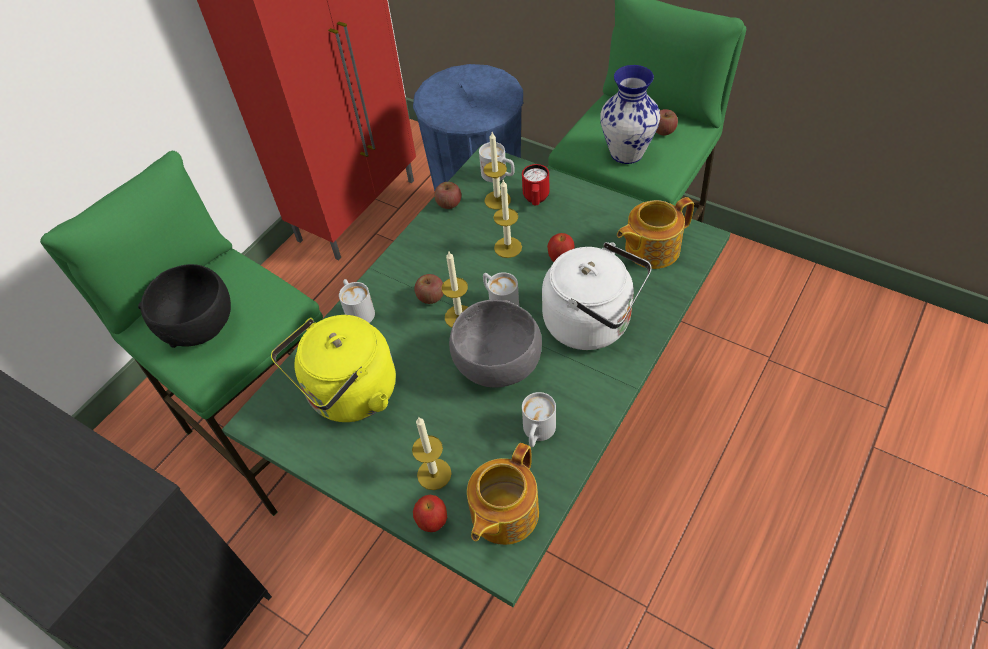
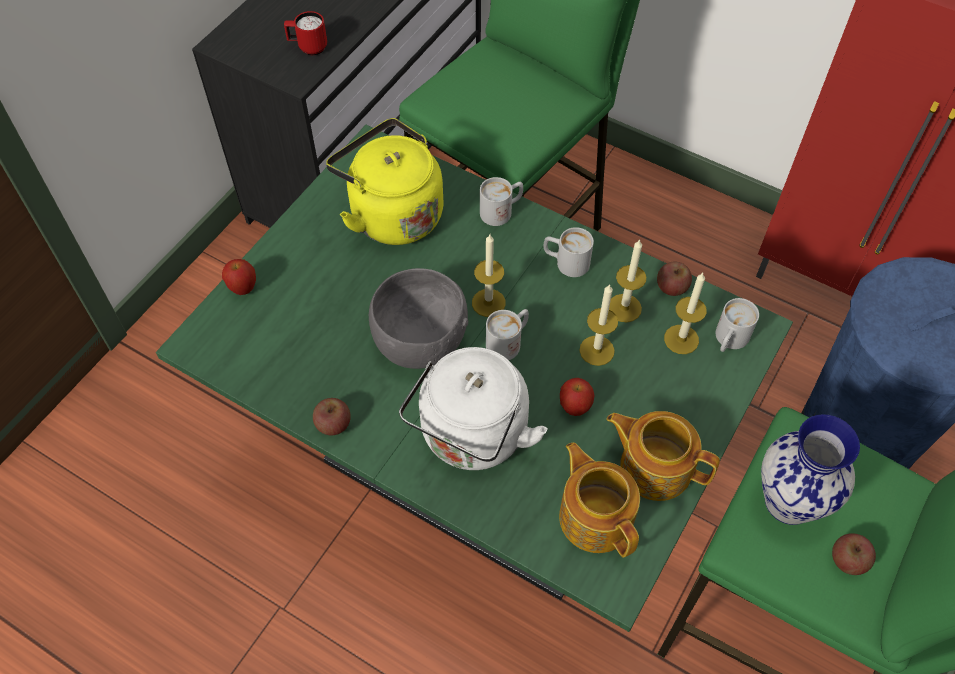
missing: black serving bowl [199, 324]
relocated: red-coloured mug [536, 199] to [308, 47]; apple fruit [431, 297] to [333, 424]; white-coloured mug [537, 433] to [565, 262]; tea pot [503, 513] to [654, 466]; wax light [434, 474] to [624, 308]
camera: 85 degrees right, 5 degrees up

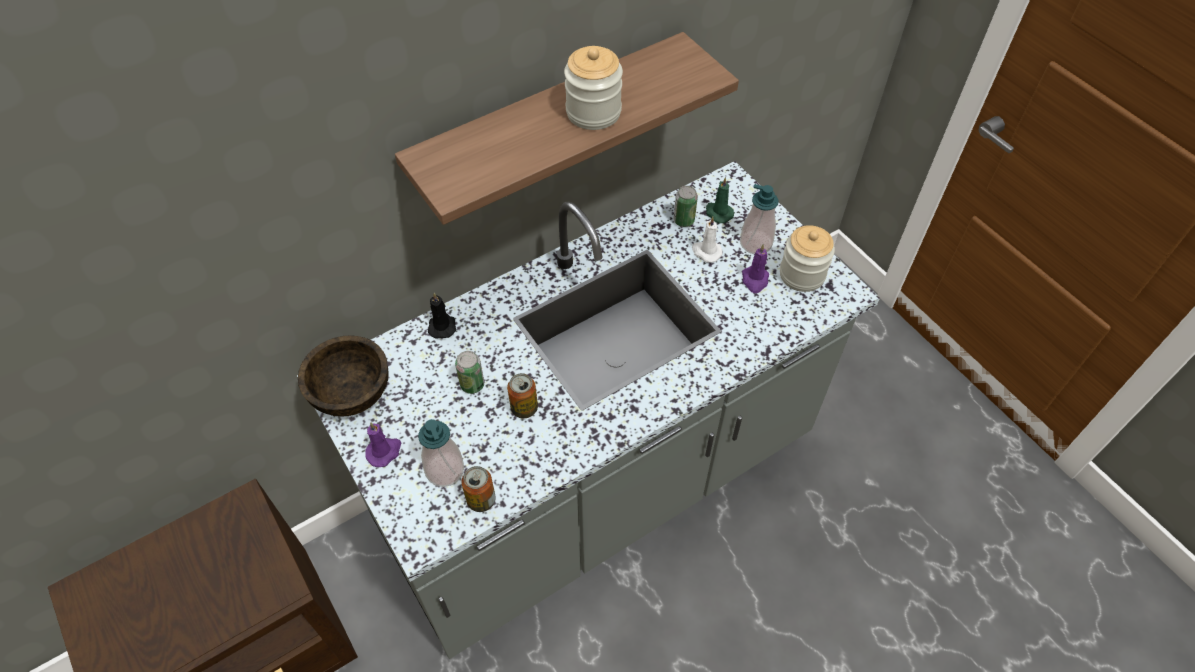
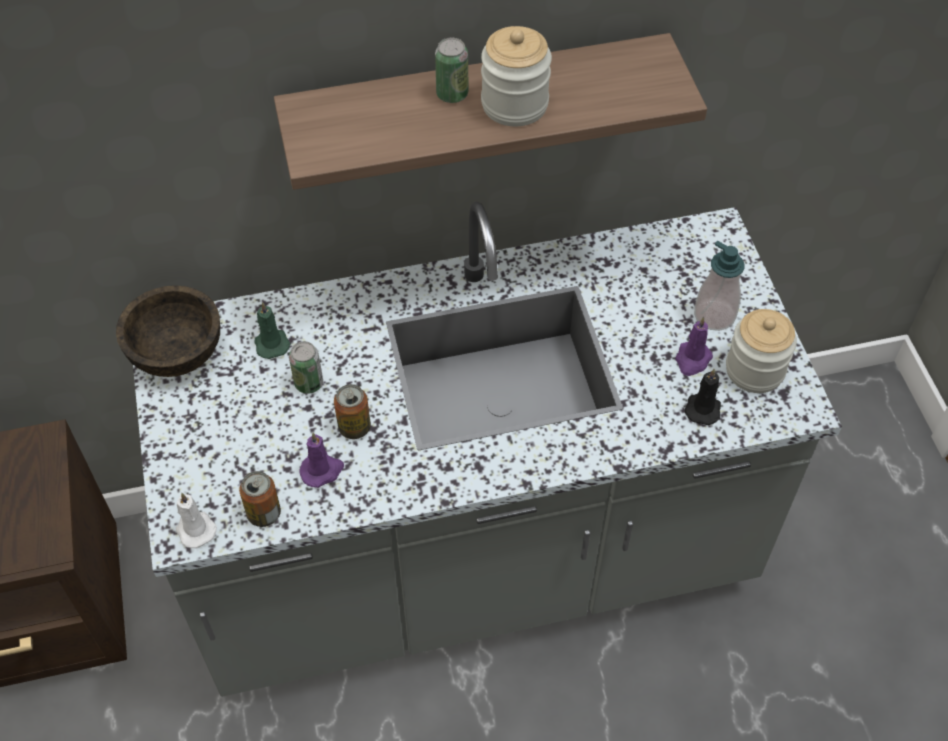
missing: soap dispenser [445, 470]
relocated: white-coloured wax light [706, 252] to [195, 528]; green wax light [718, 213] to [271, 343]; purplish wax light [384, 451] to [322, 470]; metal can [683, 220] to [452, 94]; black wax light [442, 326] to [703, 408]
camera: 20 degrees right, 0 degrees up

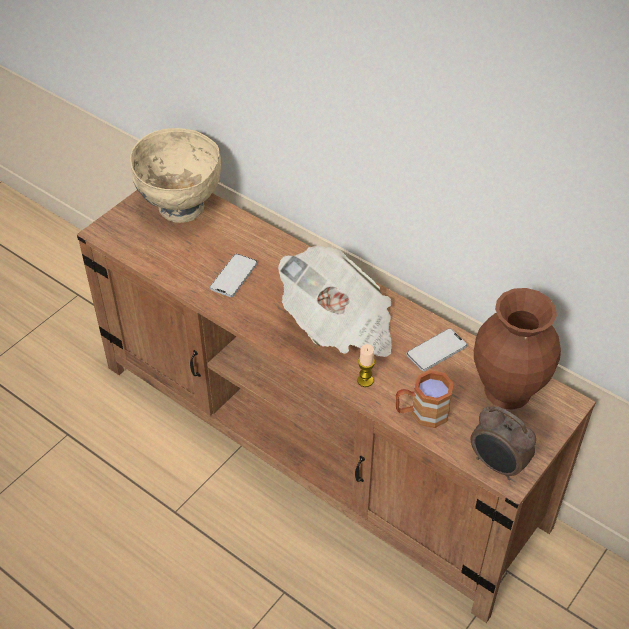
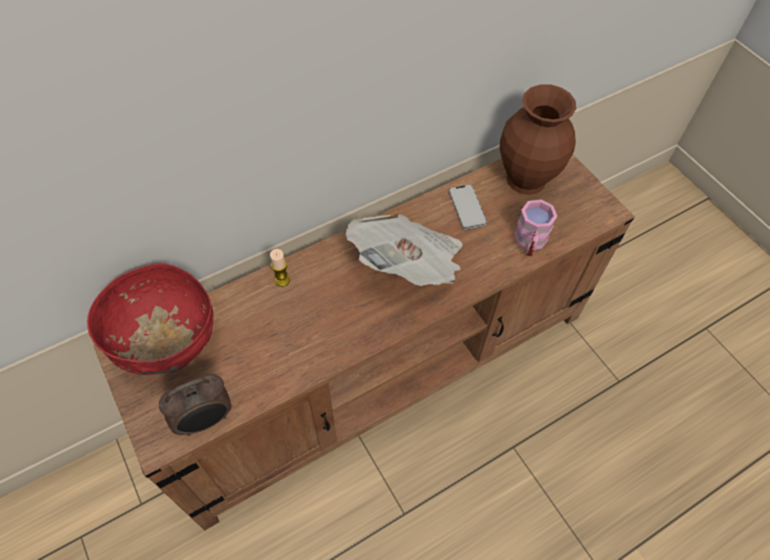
missing: telephone [234, 276]
relocated: bedside clock [497, 465] to [206, 420]; wax light [365, 380] to [282, 280]
colour: beige-coloured serving bowl [180, 208] to red-coloured serving bowl [171, 350]; brown mug [421, 413] to pink mug [530, 242]
camera: 70 degrees left, 10 degrees up

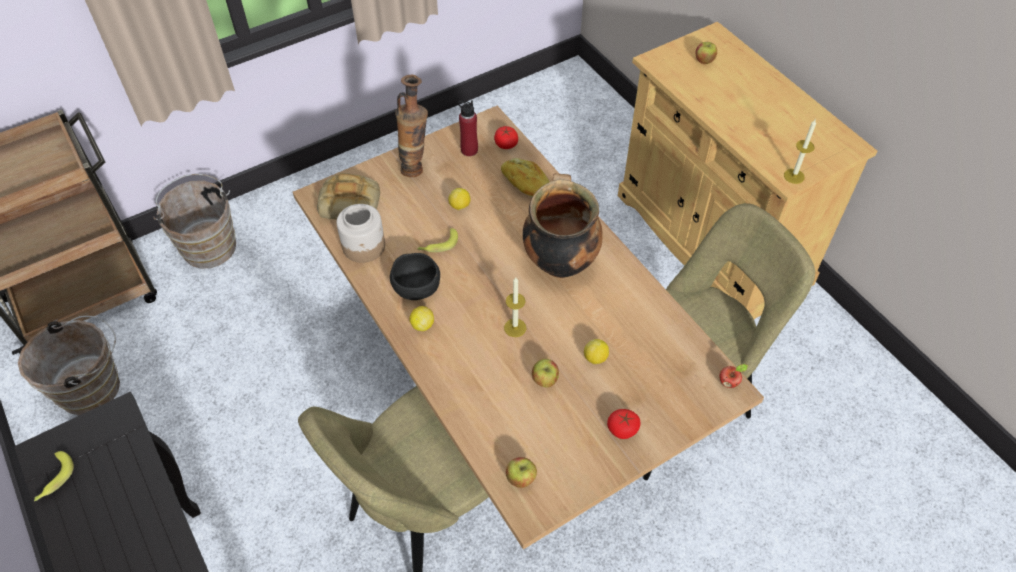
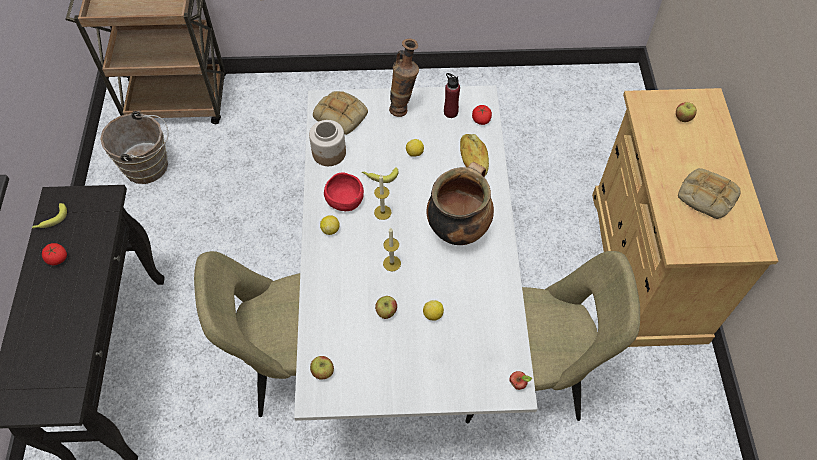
missing: brown pail [208, 244]
appeared: bakery bread [705, 196]
relocated: fresh tomato [622, 429] to [57, 258]; wax light [794, 176] to [382, 212]
colour: brown dinner table [507, 395] to white-coloured dinner table [408, 308]; black serving bowl [417, 287] to red-coloured serving bowl [345, 200]
camera: 30 degrees right, 5 degrees up

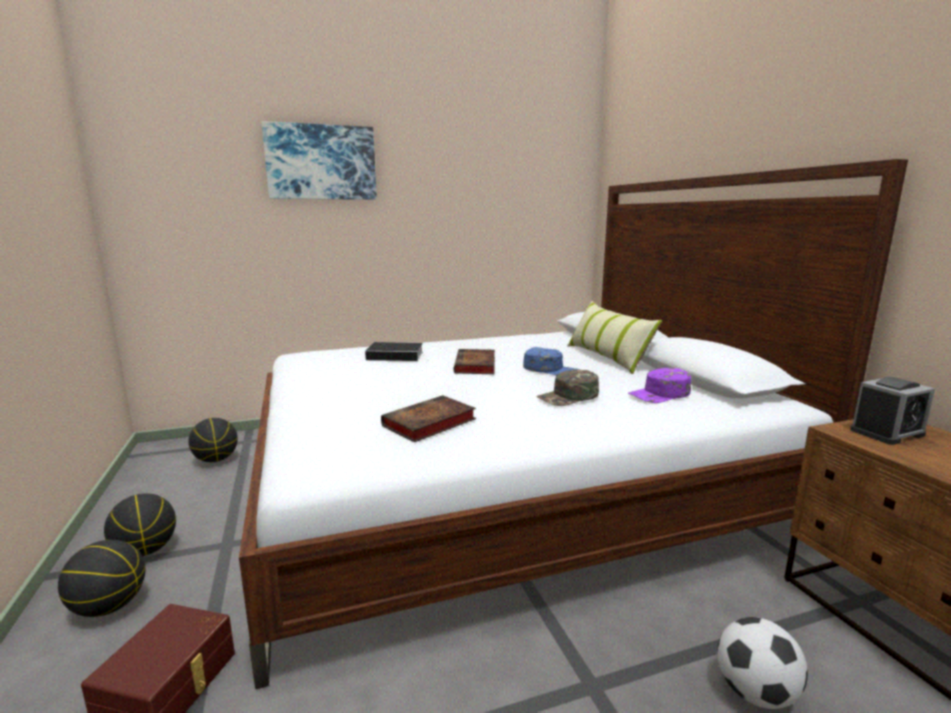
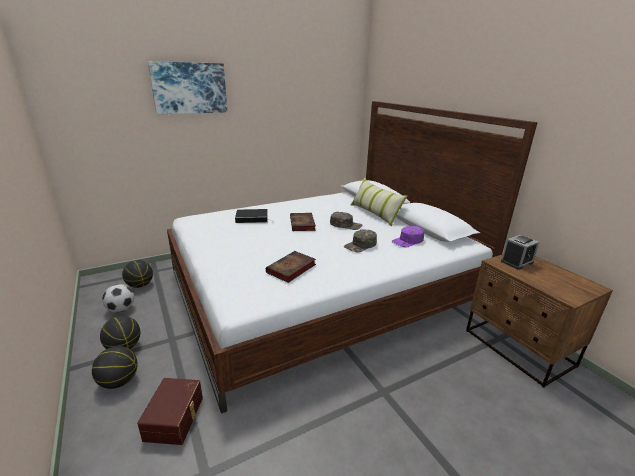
relocated: football ball [755, 693] to [121, 309]
colour: bluish cap [551, 369] to green cap [346, 225]
camera: 10 degrees left, 10 degrees up

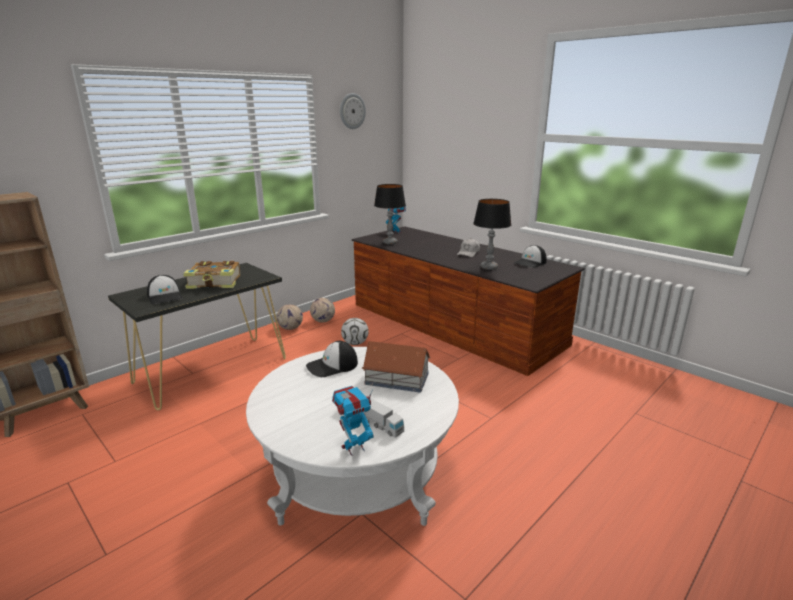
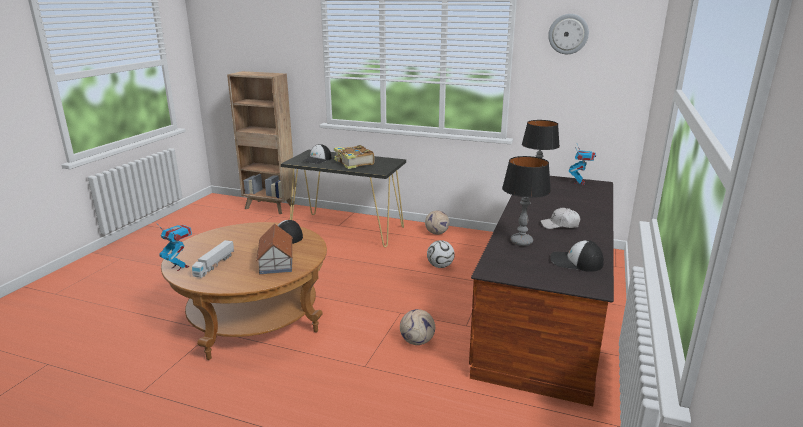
relocated: football ball [323, 321] to [417, 341]
colour: white-coloured low table [357, 473] to brown low table [254, 318]
camera: 65 degrees right, 0 degrees up

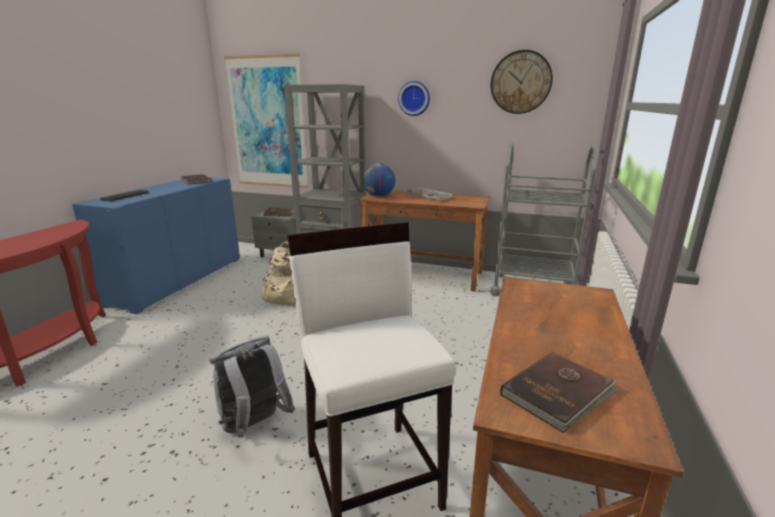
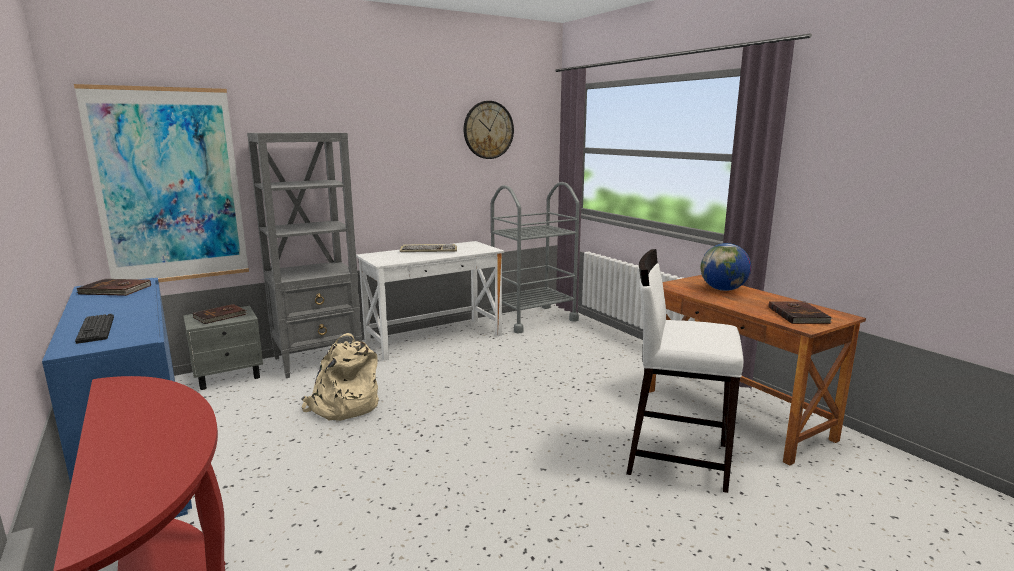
missing: gray backpack [254, 426]; hanging clock [414, 98]
relocated: world globe [379, 196] to [723, 290]
colour: brown desk table [423, 274] to white-coloured desk table [434, 338]
camera: 50 degrees left, 5 degrees down

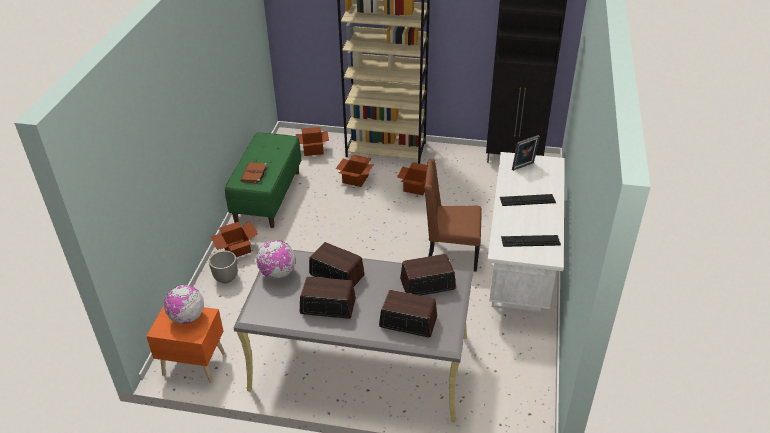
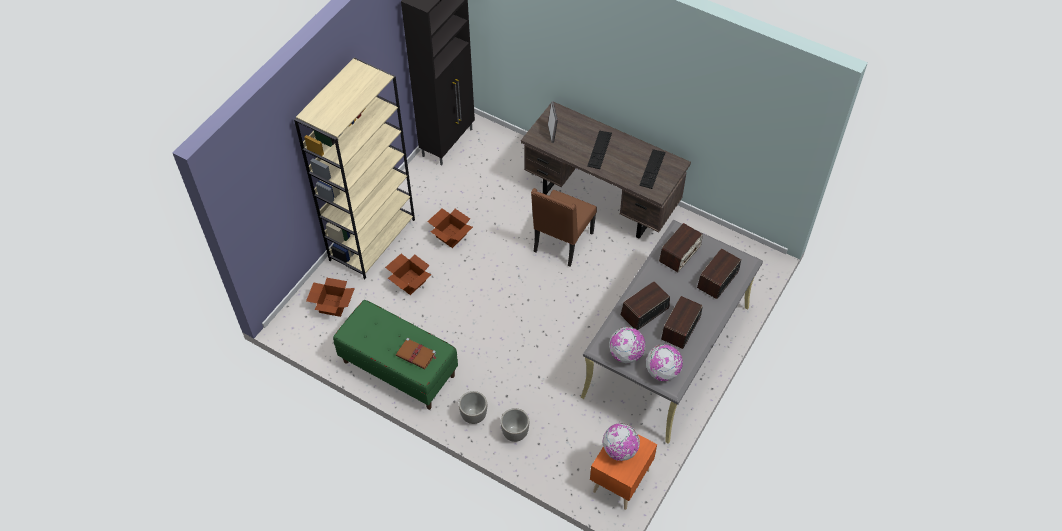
appeared: world globe [662, 371]
exchanged: cardboard box [236, 249] to plant pot [473, 416]
colour: white-coloured desk table [520, 268] to brown desk table [602, 200]
spun: radio set [427, 284] = [680, 253] 150 degrees counterclockwise
camera: 70 degrees left, 15 degrees up

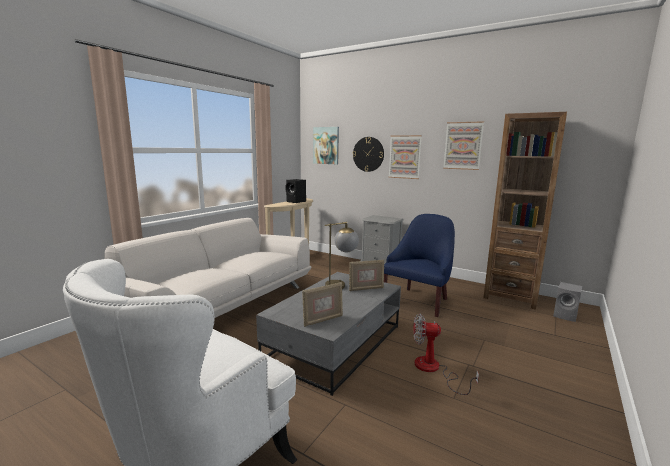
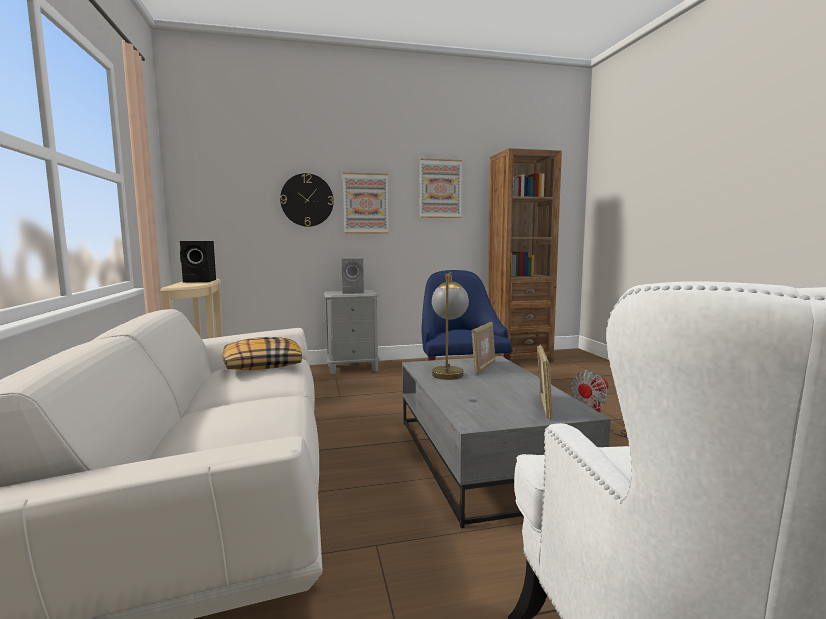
missing: wall art [326, 145]
appeared: cushion [262, 365]
relocated: gray loudspeaker [566, 316] to [354, 292]
camera: 45 degrees left, 5 degrees down

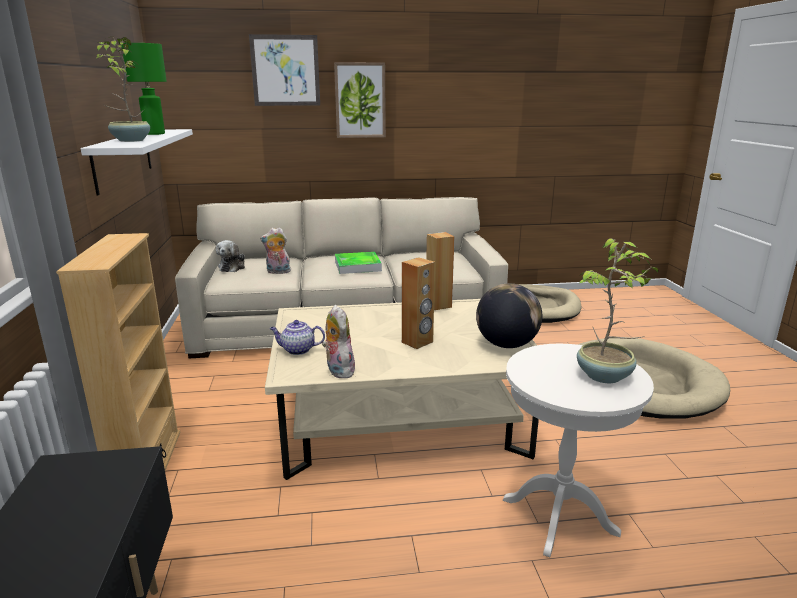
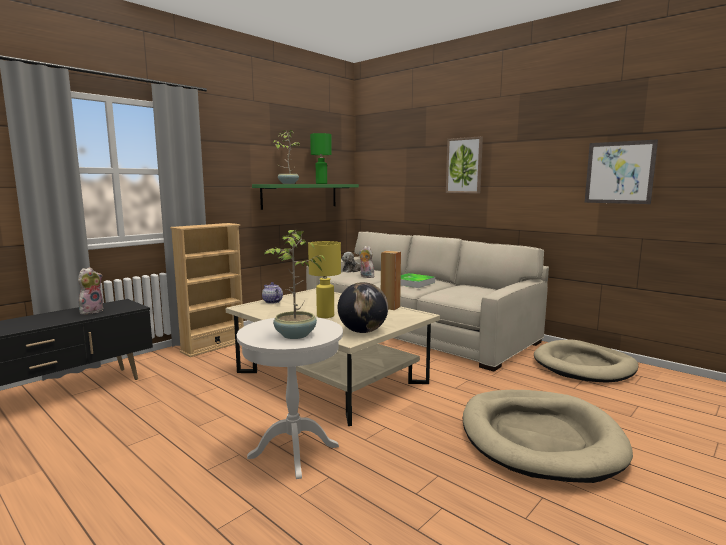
relocated: soft toy [338, 370] to [91, 311]; wall art [285, 70] to [619, 172]
exchanged: brown loudspeaker [417, 342] to yellow-coloured lamp for a table [326, 316]
colour: white-coloured wall shelf [123, 158] to green wall shelf [300, 196]
camera: 50 degrees right, 10 degrees down

